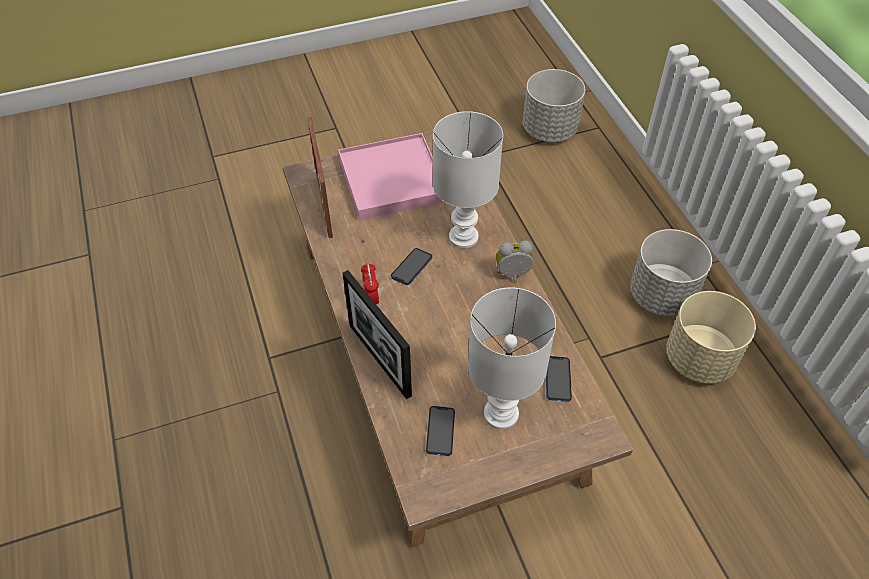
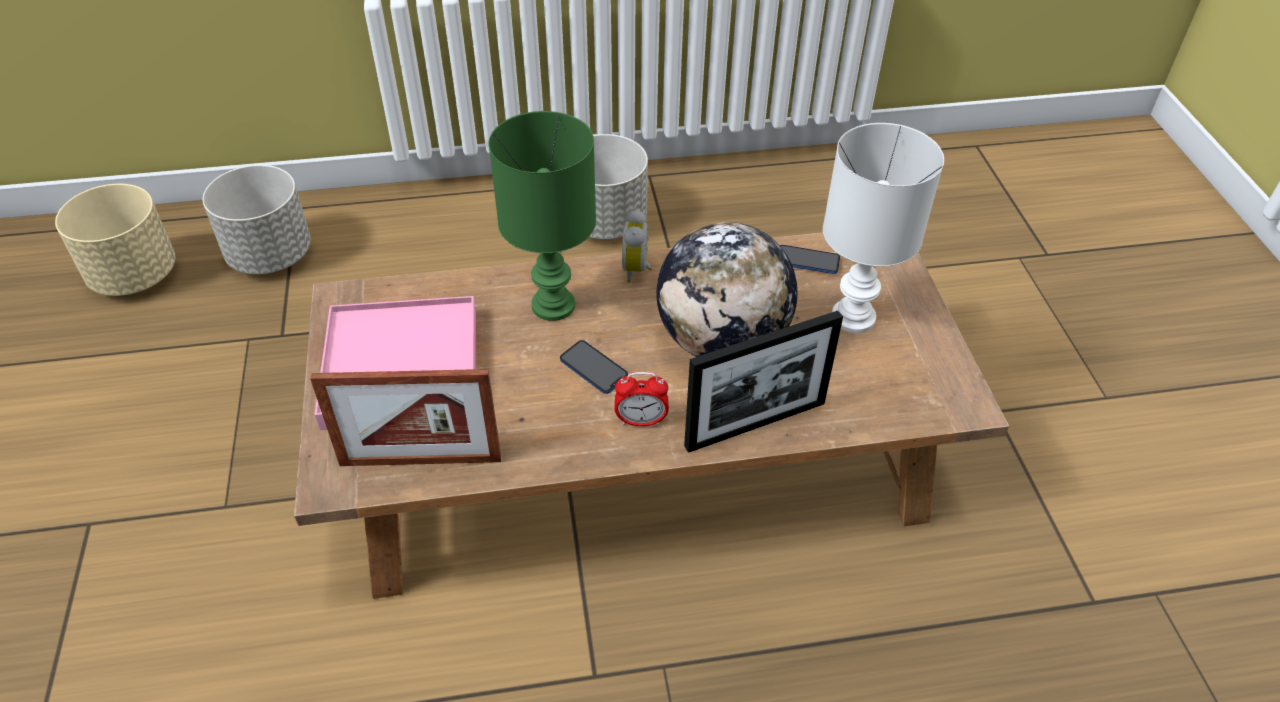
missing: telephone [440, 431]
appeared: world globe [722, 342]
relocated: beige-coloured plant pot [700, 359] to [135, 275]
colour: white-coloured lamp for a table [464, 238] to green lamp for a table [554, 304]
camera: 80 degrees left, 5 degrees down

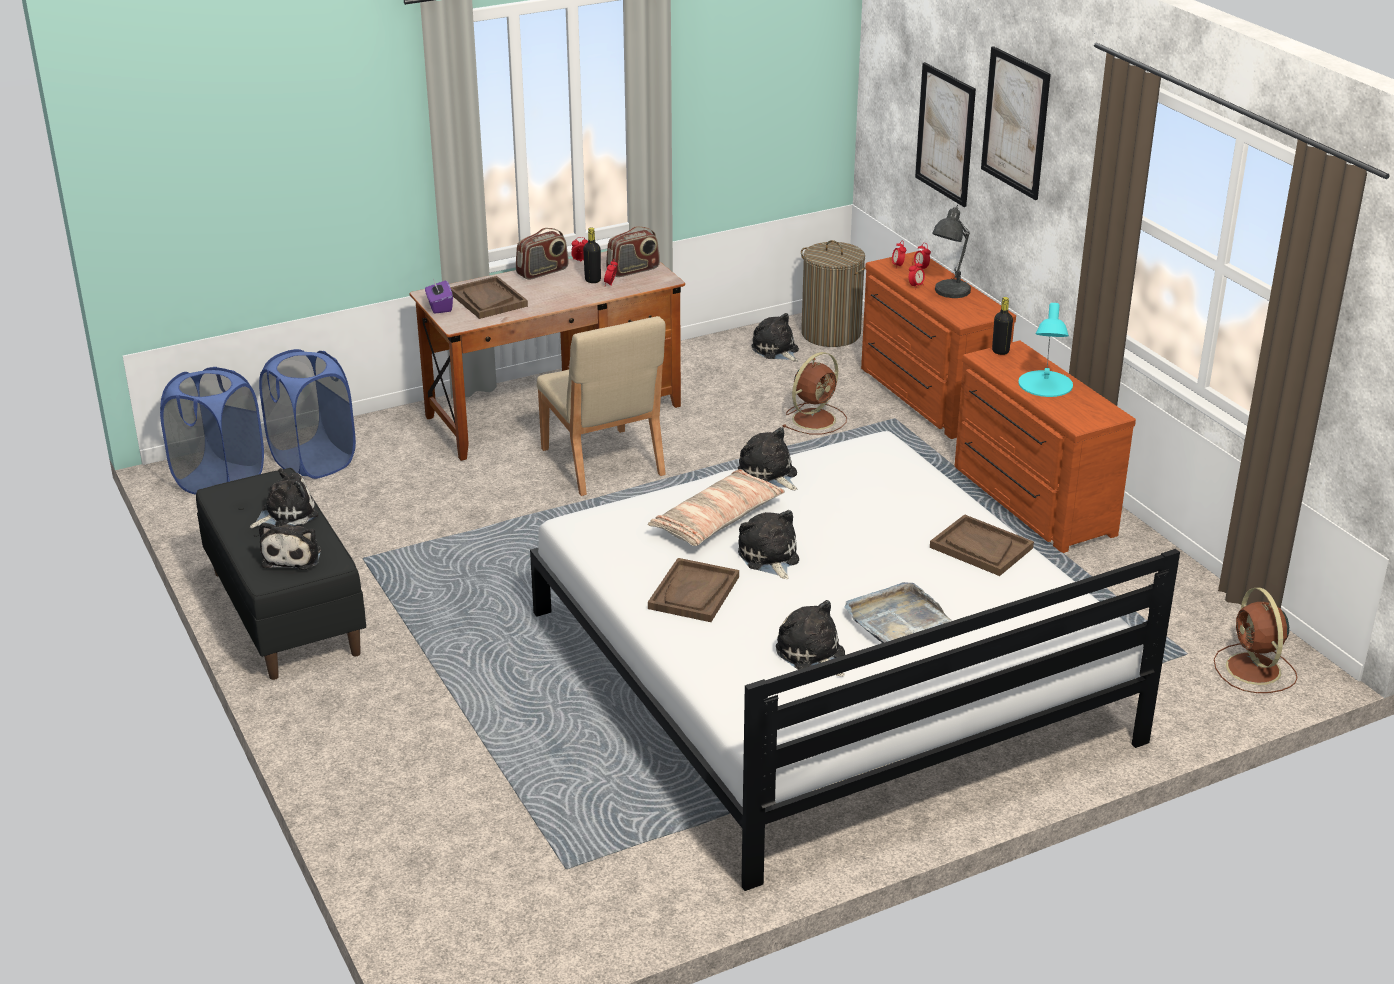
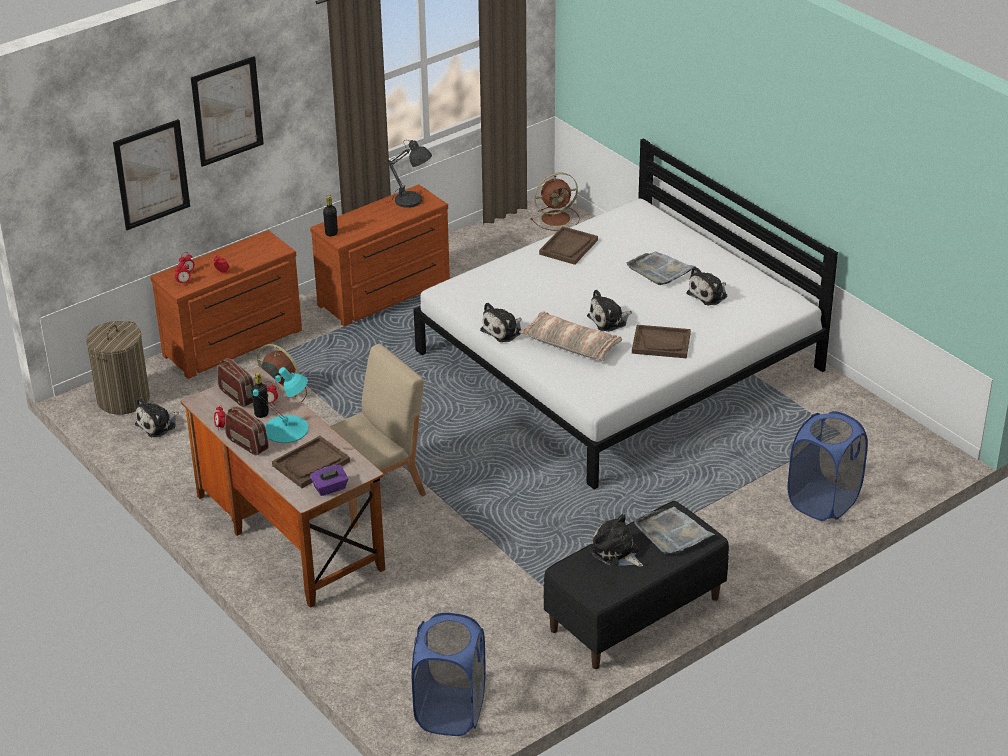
relocated: blue-green lamp for a table [1045, 384] to [287, 429]; gray lamp for a table [949, 292] to [411, 201]; bluish washing basket [313, 461] to [823, 501]
exchanged: soft toy [293, 556] to gray serving tray [672, 533]
camera: 100 degrees left, 5 degrees up

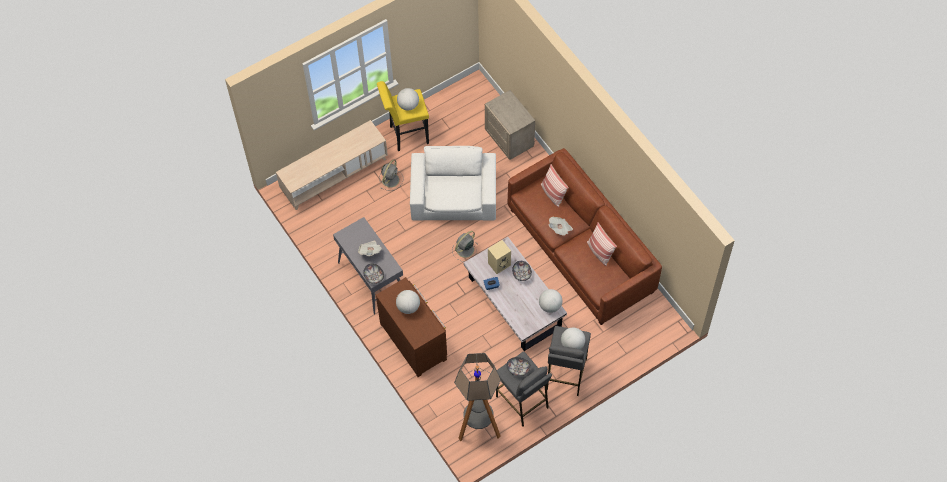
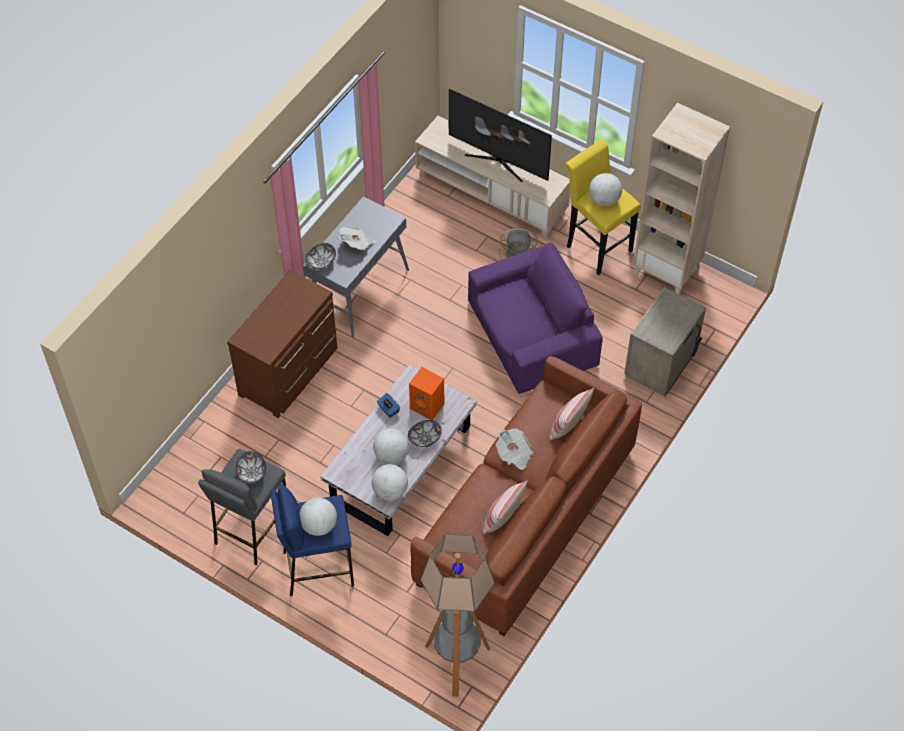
missing: gray cooling fan [464, 250]
appeared: television [498, 161]; beige-coloured bookcase [667, 271]
relocated: world globe [408, 307] to [391, 455]; standing lamp [478, 427] to [457, 662]
colour: gray stool seat [565, 374] to bluish stool seat [318, 568]; beige-coloured loudspeaker [499, 263] to orangey loudspeaker [428, 406]; white-coloured lounge chair [454, 196] to purplish lounge chair [531, 334]
camera: 65 degrees right, 5 degrees down

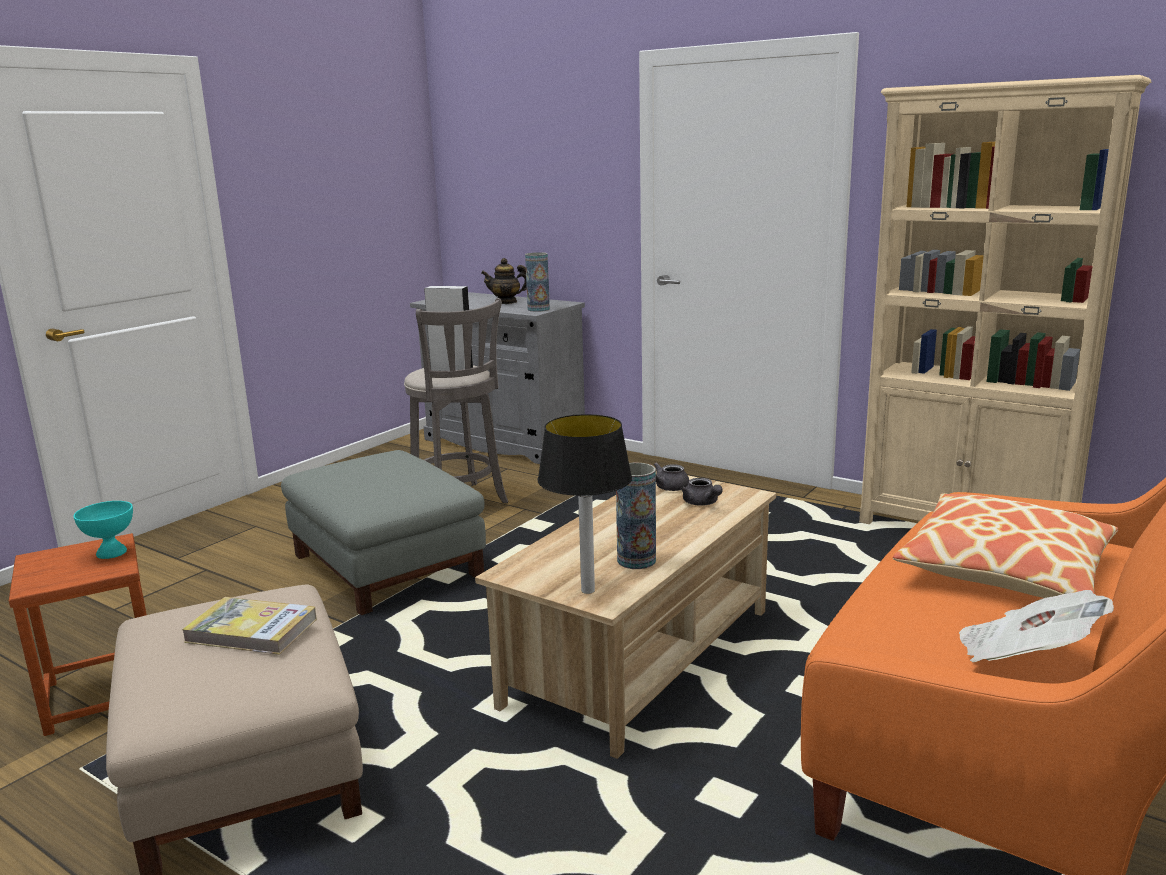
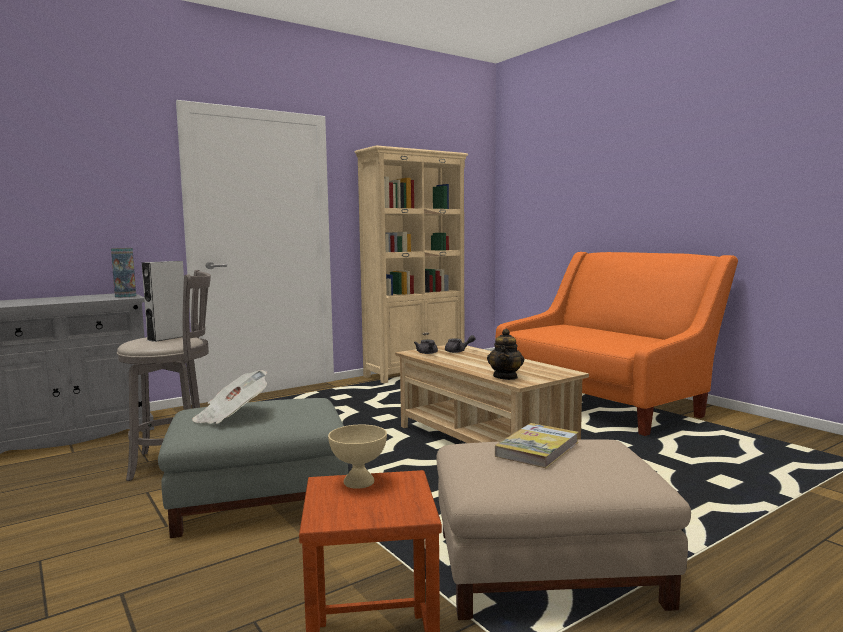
missing: lamp for a table [587, 590]; flower vase [636, 560]; cushion [1005, 569]
relocated: daily paper [1024, 657] to [231, 416]; tea pot [506, 302] to [505, 377]
colour: blue-green serving bowl [112, 553] to beige-coloured serving bowl [360, 482]
camera: 70 degrees left, 10 degrees down

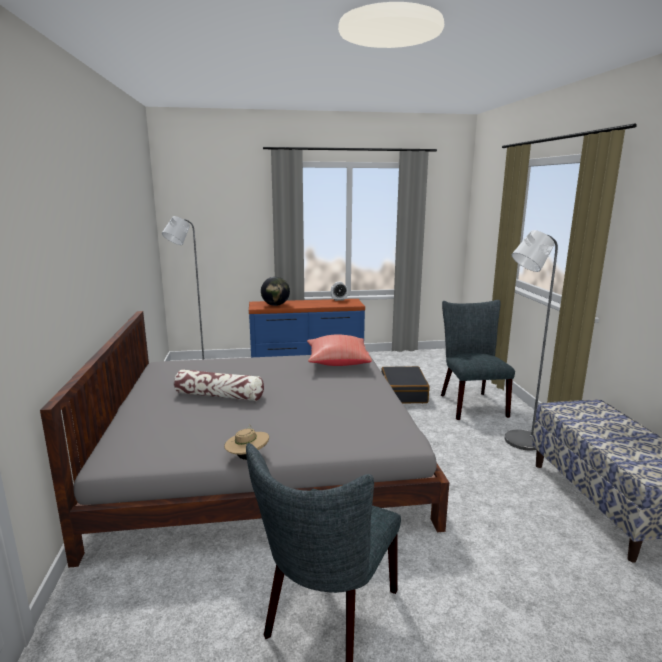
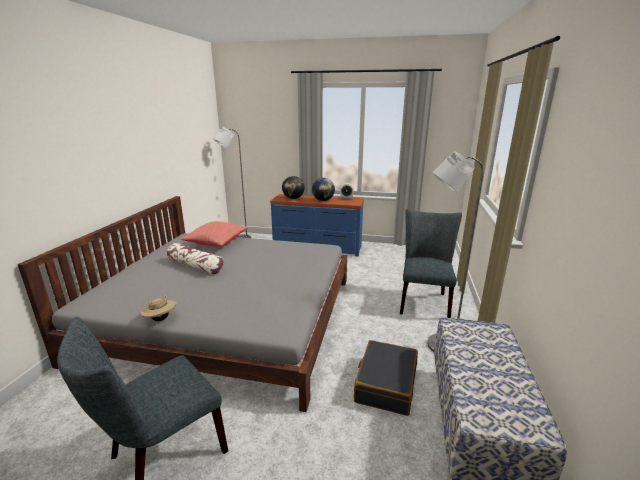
appeared: world globe [323, 200]
relocated: red-coloured cushion [337, 362] to [216, 243]; black piece of luggage [403, 393] to [385, 384]
camera: 20 degrees right, 5 degrees up

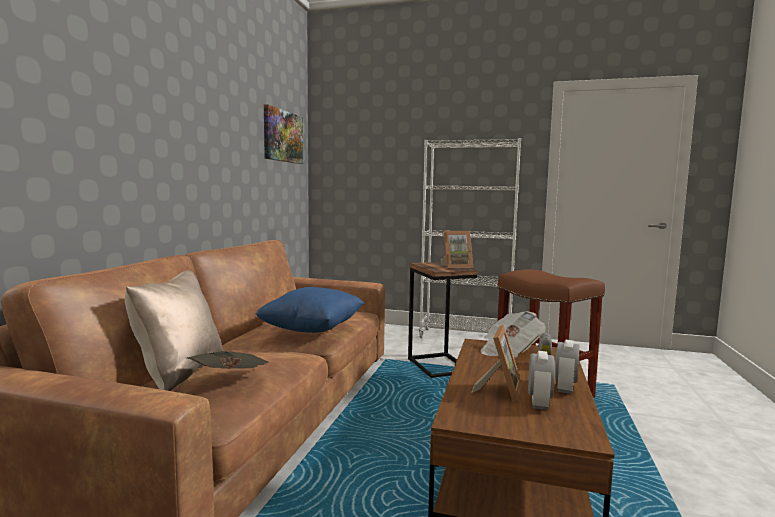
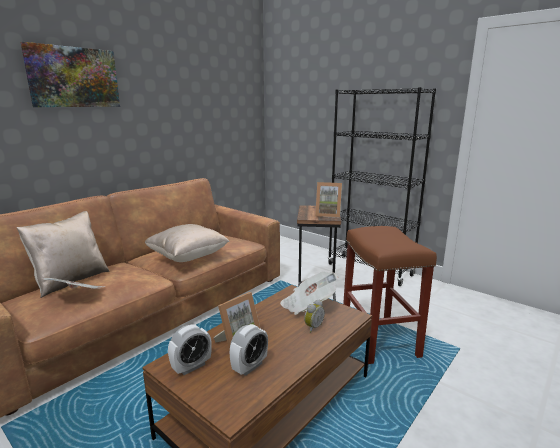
relocated: wall art [283, 136] to [74, 77]; bedside clock [565, 388] to [191, 367]
colour: bluish cushion [312, 330] to beige-coloured cushion [188, 257]; white-coloured bookcase [465, 337] to black bookcase [370, 270]
camera: 25 degrees right, 10 degrees up

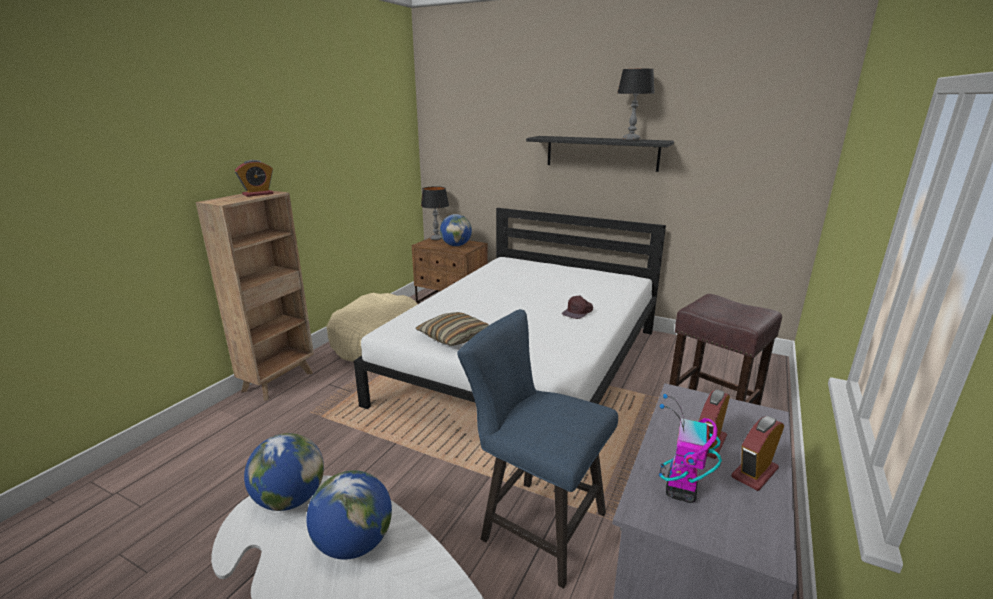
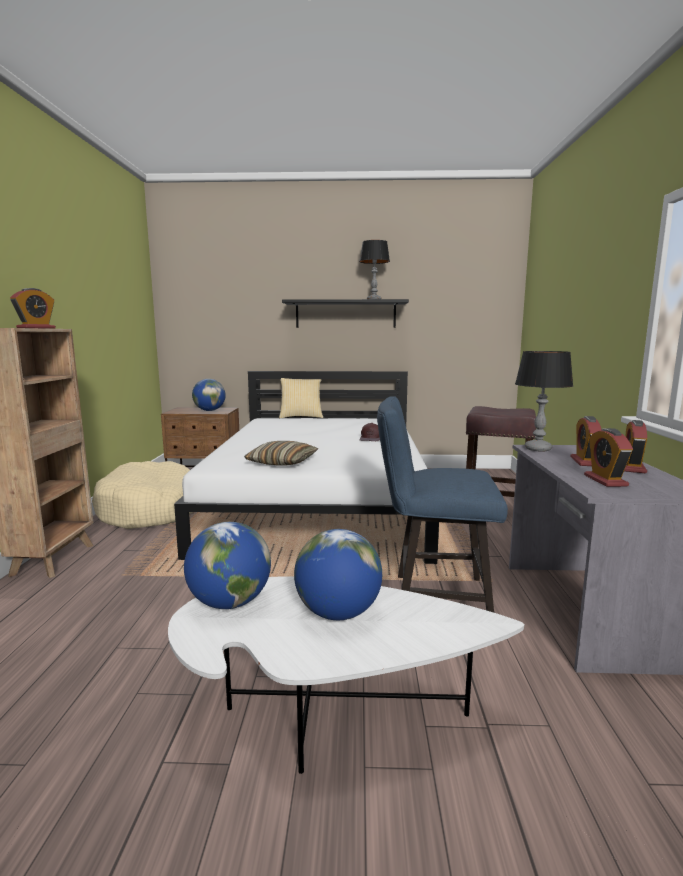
appeared: cushion [301, 417]
relocated: lamp for a table [436, 238] to [538, 449]
exchanged: model robot [681, 490] to bedside clock [605, 480]
camera: 25 degrees left, 10 degrees down

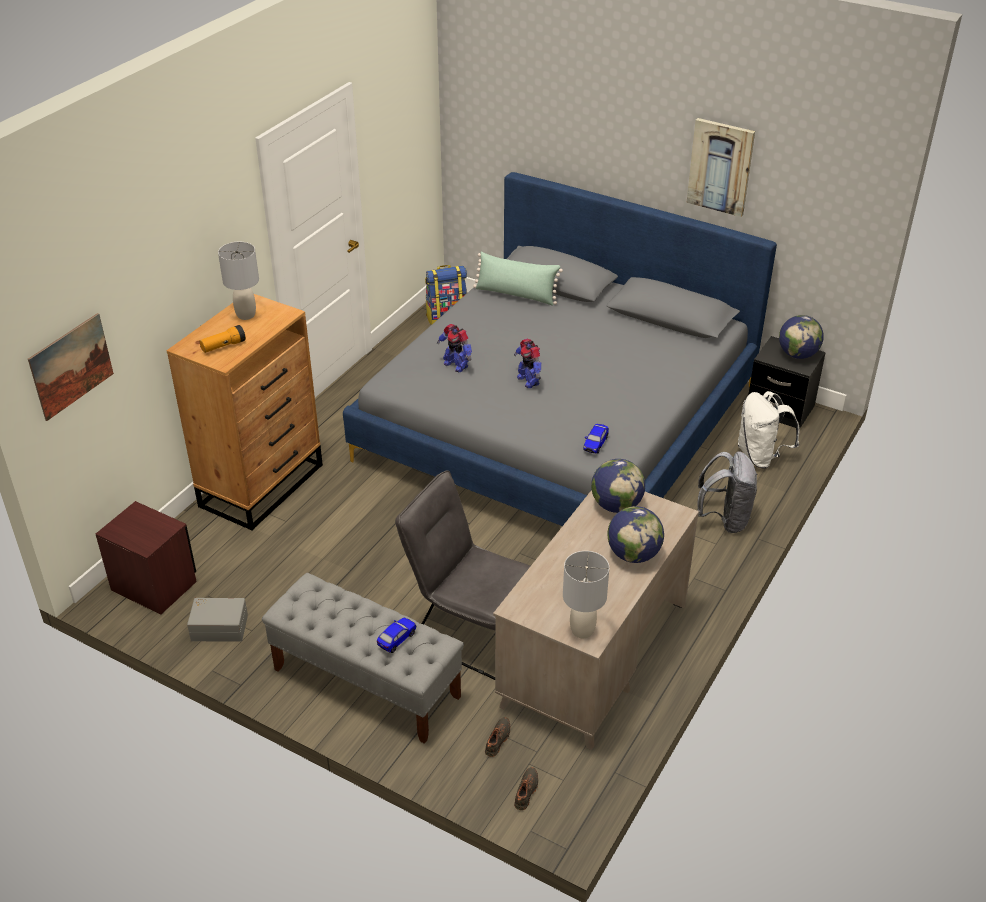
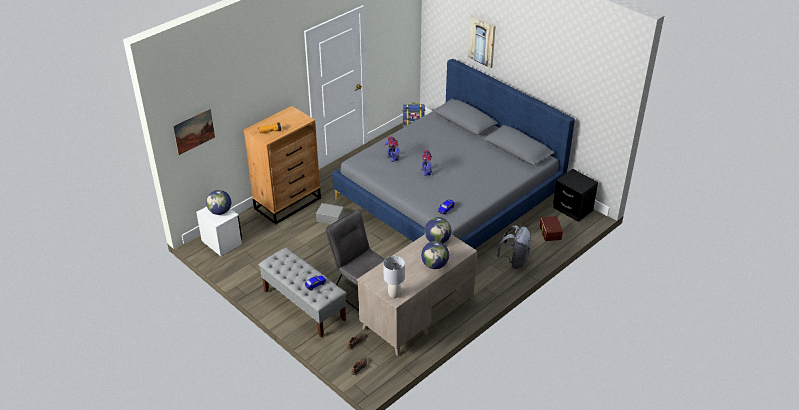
missing: gray lamp for a table [245, 315]; green cushion [516, 294]
relocated: world globe [797, 354] to [220, 212]; gray storage bin [219, 626] to [330, 218]; wall art [720, 167] to [482, 41]
exchanged: white-coloured backpack [761, 456] to brown storage bin [549, 232]
colour: brown bedside table [154, 585] to white-coloured bedside table [222, 242]
camera: 15 degrees right, 0 degrees up

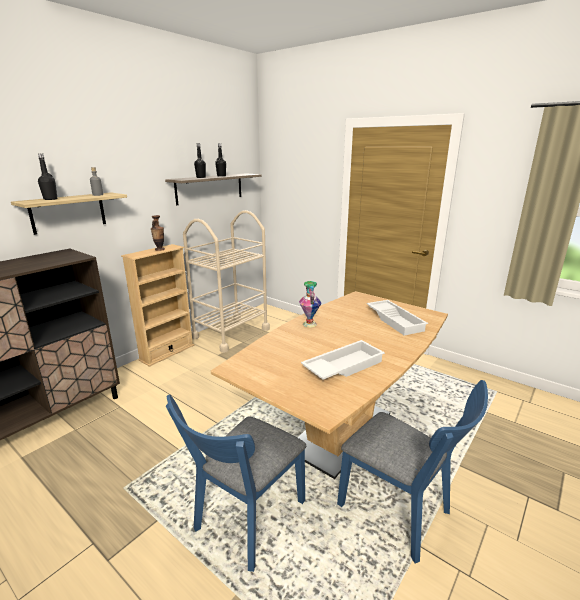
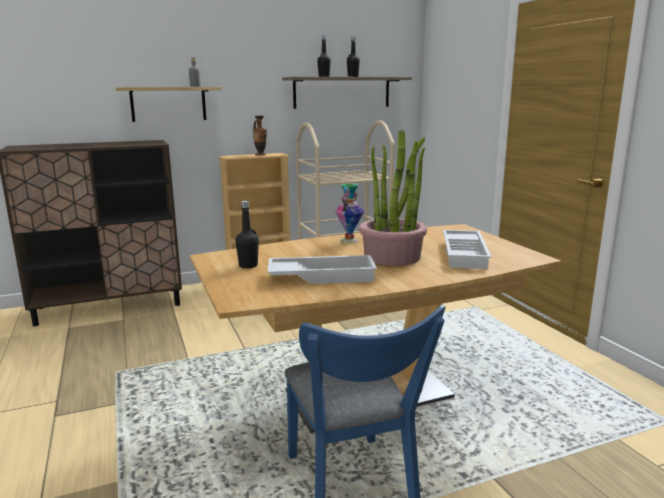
missing: bluish plain chair [245, 521]
appeared: plant in a pot [392, 257]
relocated: black bottle [50, 199] to [248, 265]
camera: 30 degrees right, 5 degrees down

